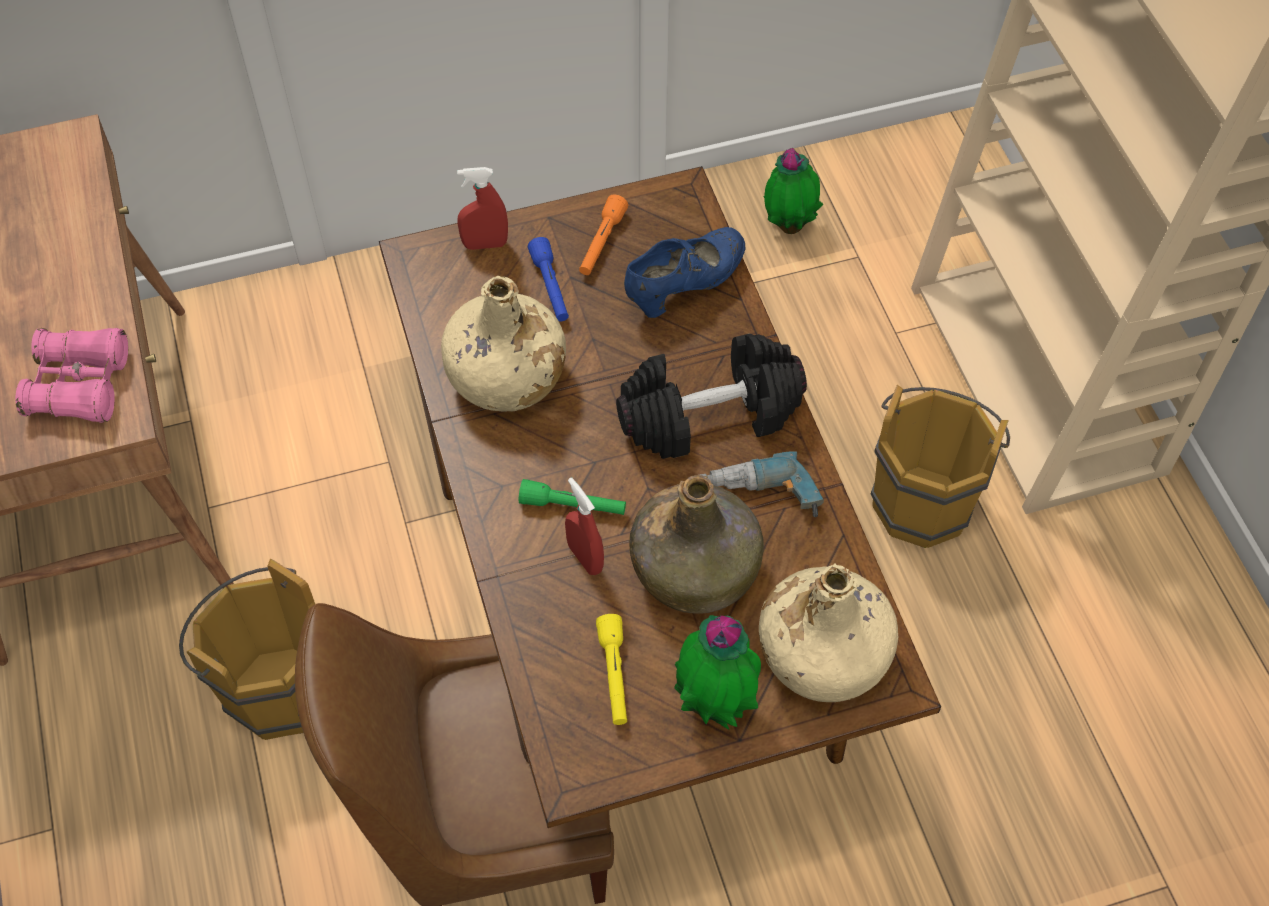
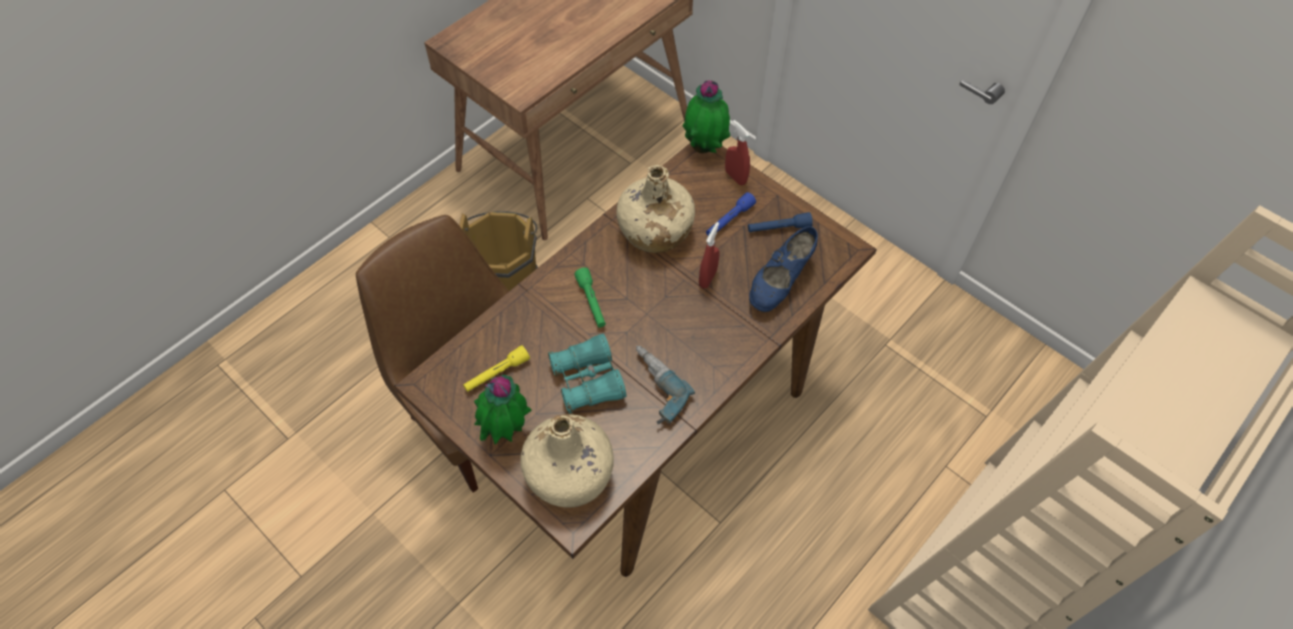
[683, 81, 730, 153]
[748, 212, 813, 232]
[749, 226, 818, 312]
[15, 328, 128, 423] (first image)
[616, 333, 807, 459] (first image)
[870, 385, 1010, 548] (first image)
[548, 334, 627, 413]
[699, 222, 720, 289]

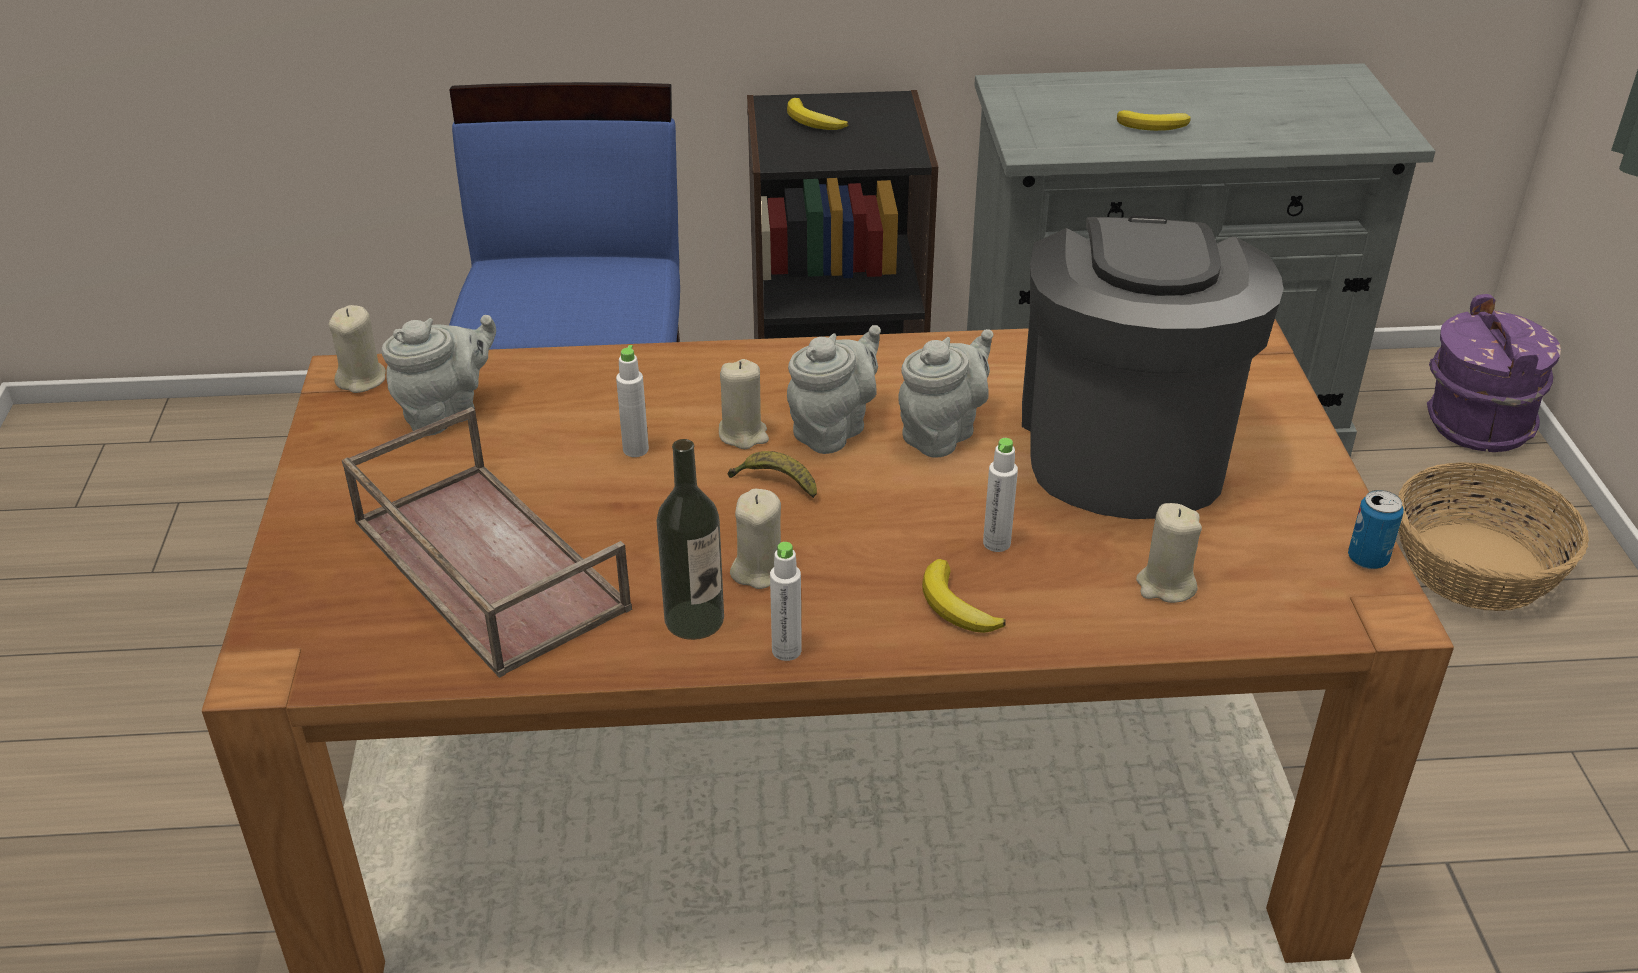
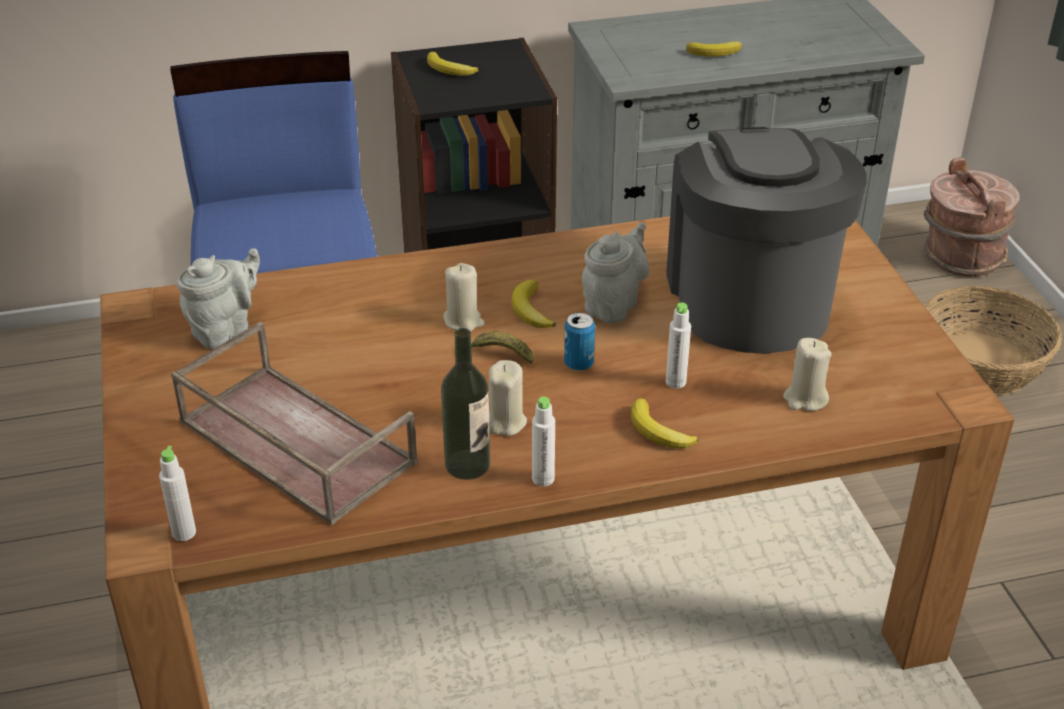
[924, 157, 1020, 277]
[329, 305, 386, 393] (first image)
[512, 280, 556, 328]
[159, 446, 196, 541]
[564, 312, 595, 371]

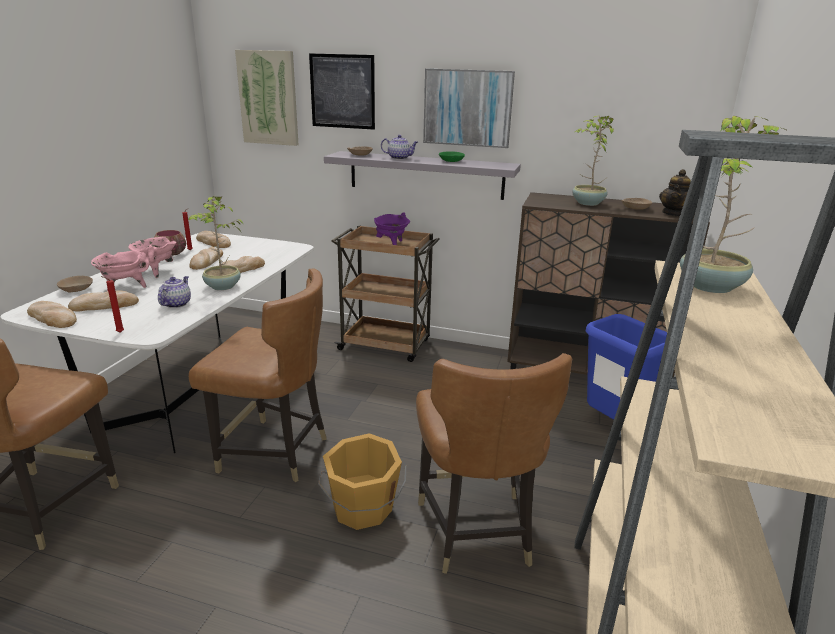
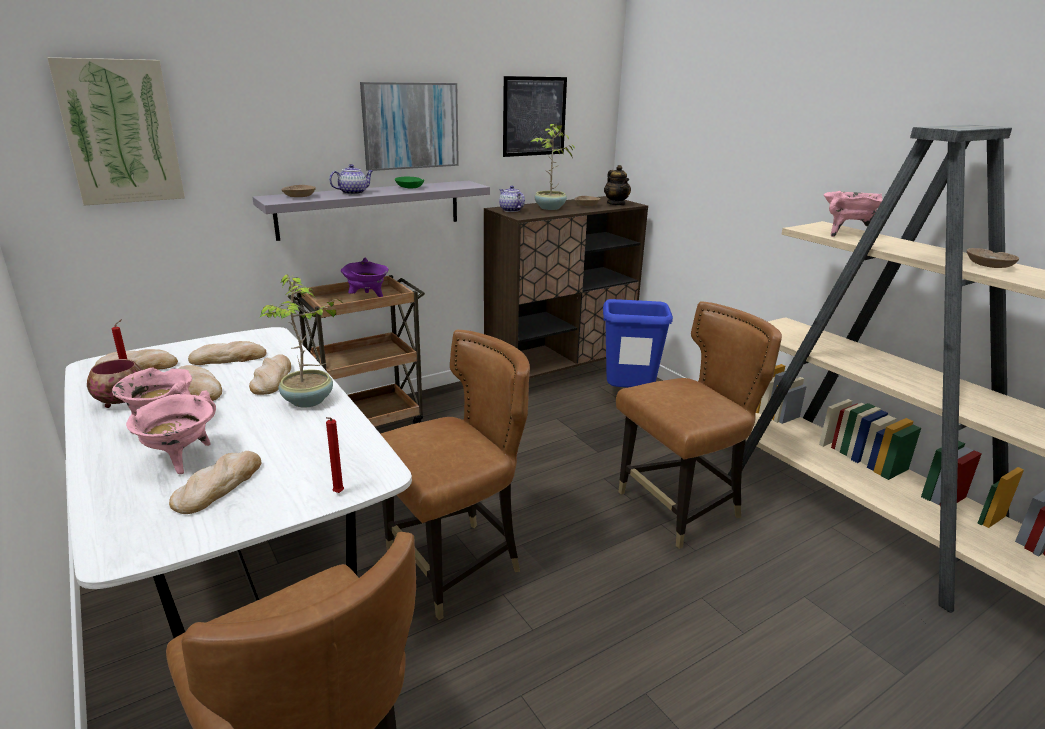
[503, 76, 567, 157]
[824, 191, 882, 237]
[967, 248, 1019, 268]
[499, 186, 525, 212]
[188, 341, 267, 365]
[616, 301, 782, 549]
[318, 433, 406, 530] (first image)

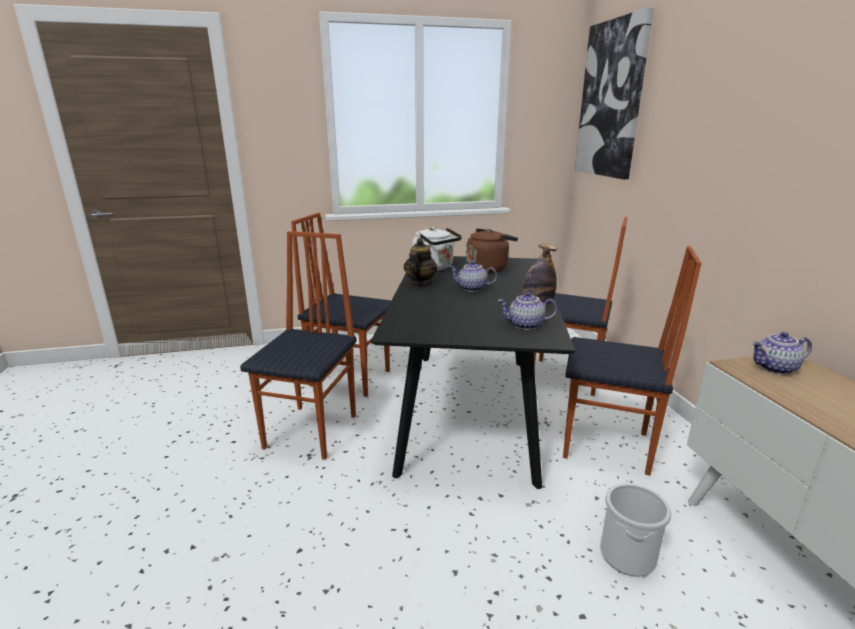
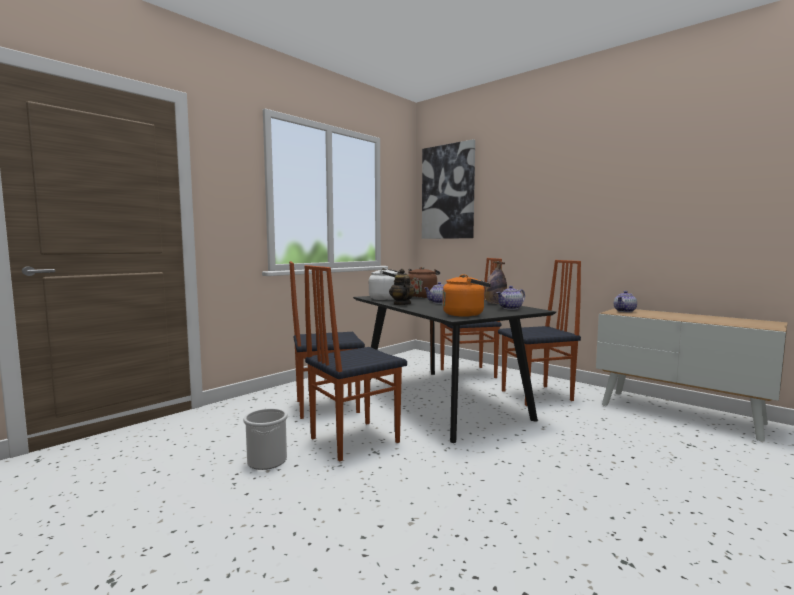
[304, 265, 407, 462]
[243, 408, 288, 470]
[442, 274, 491, 317]

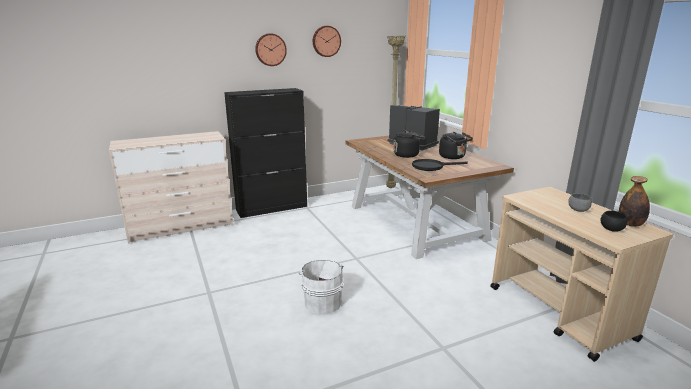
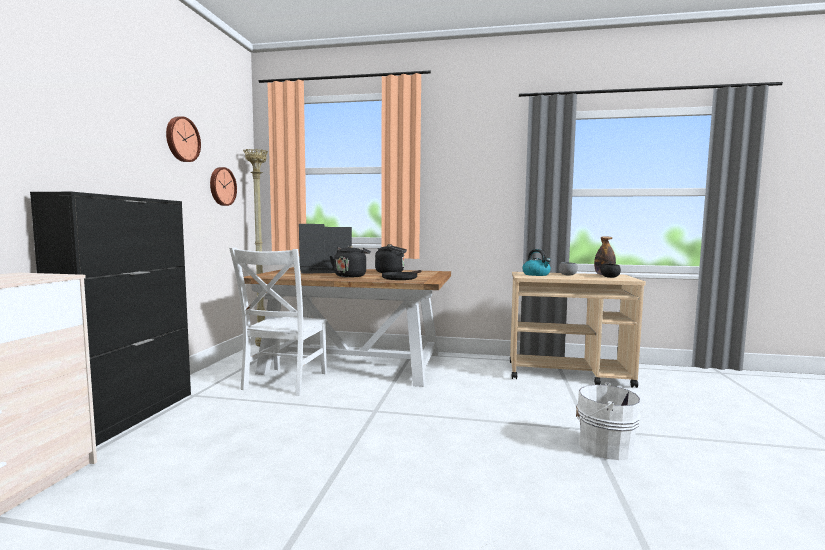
[210, 167, 237, 206]
[576, 382, 640, 460]
[229, 248, 327, 395]
[522, 249, 551, 276]

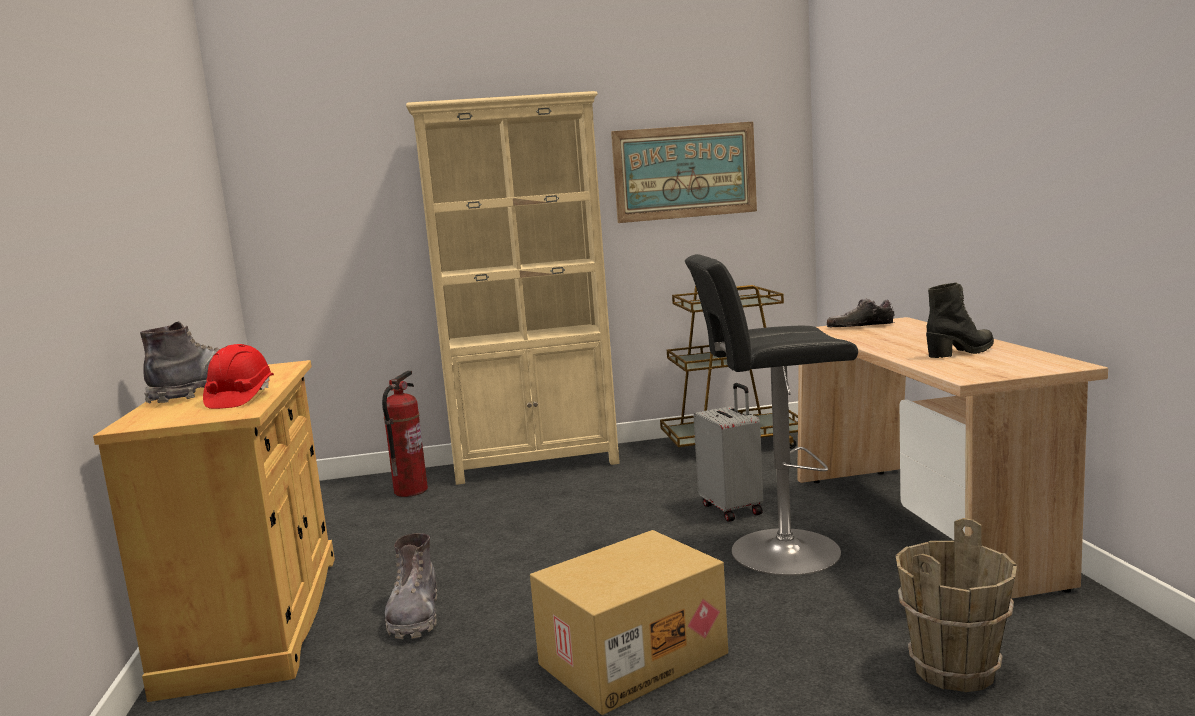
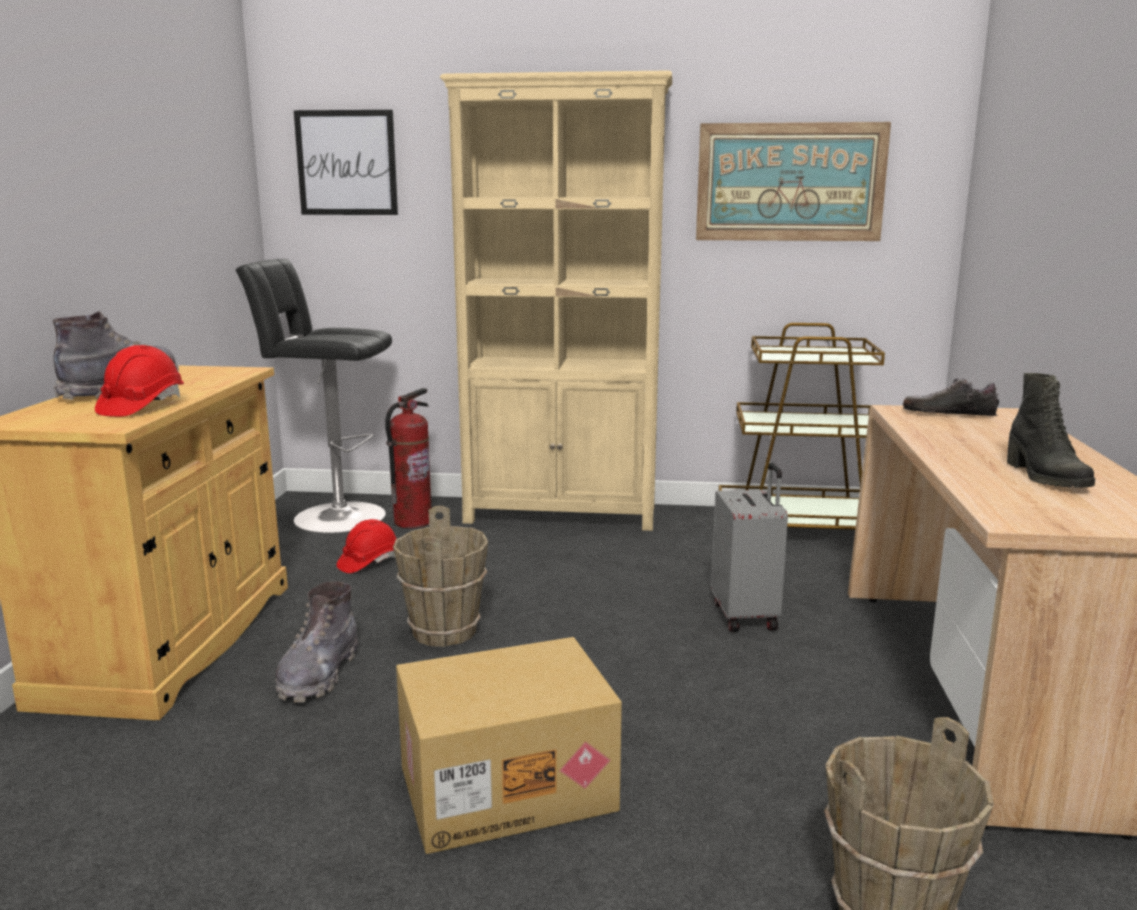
[235, 259, 392, 534]
[1007, 373, 1095, 488]
[294, 110, 398, 215]
[393, 506, 488, 647]
[337, 519, 397, 573]

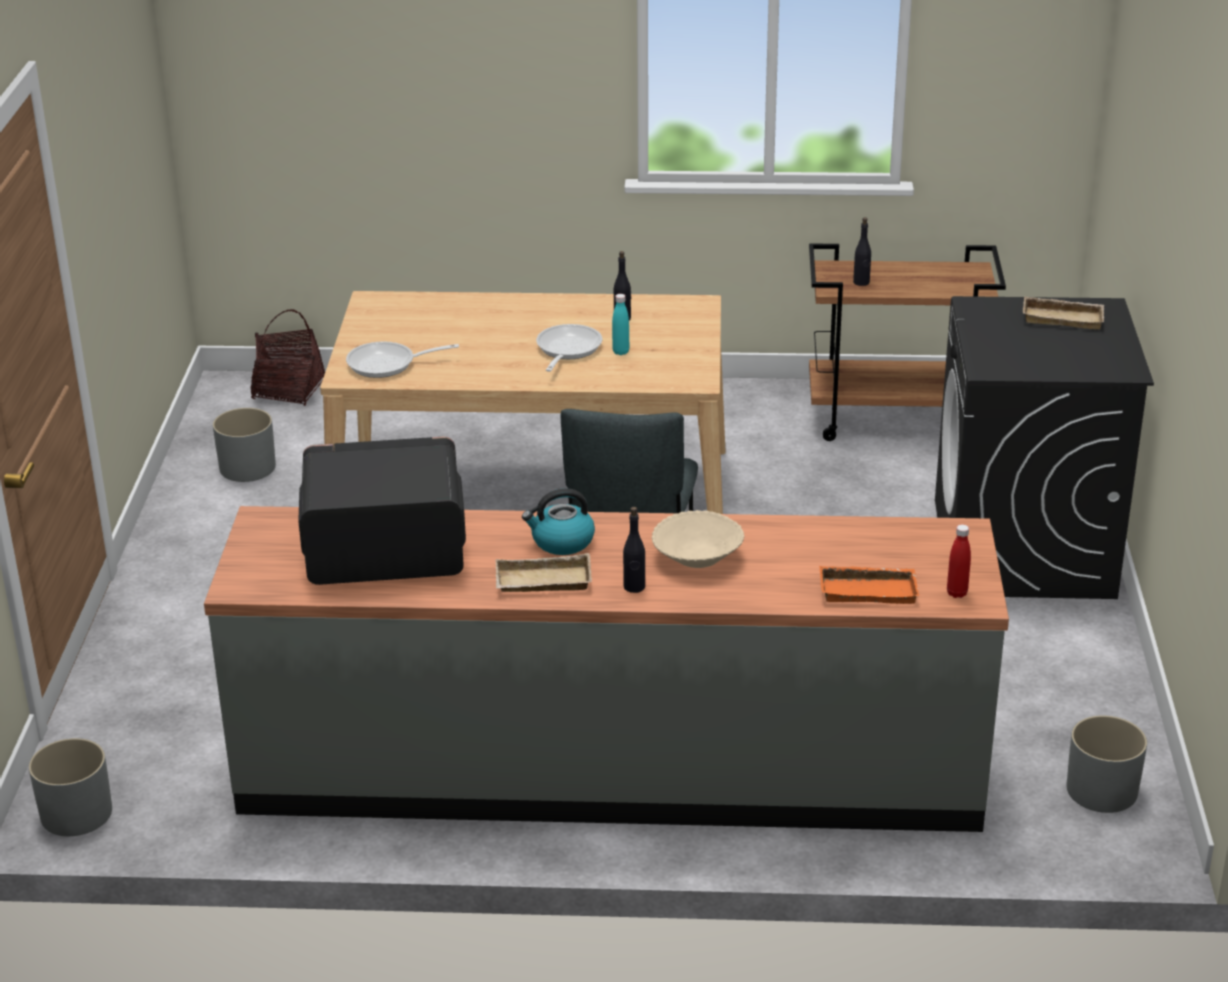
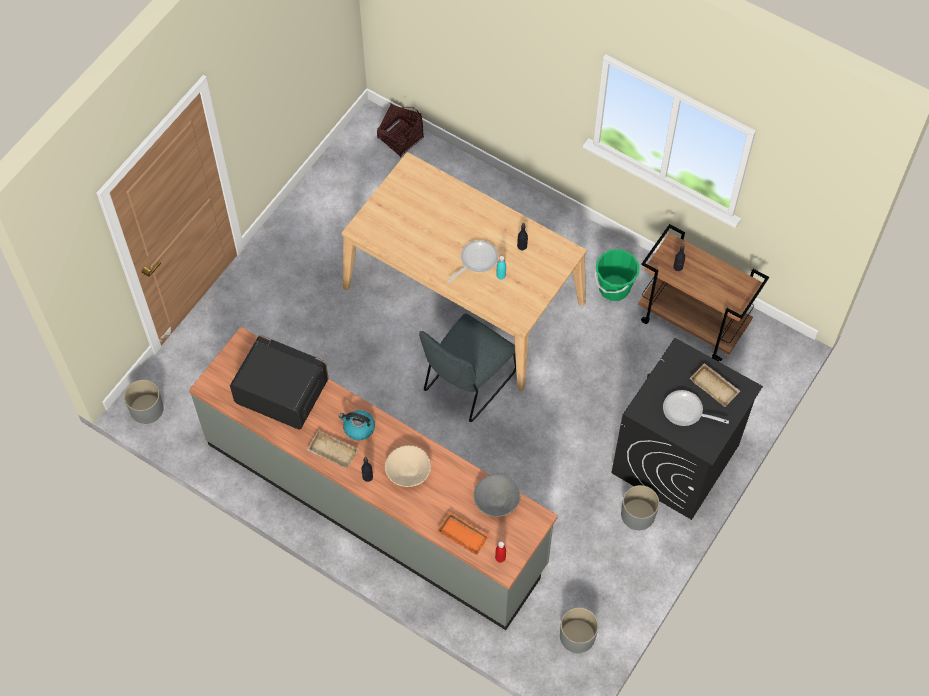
[663, 390, 729, 426]
[621, 485, 659, 530]
[595, 249, 639, 301]
[474, 474, 520, 517]

